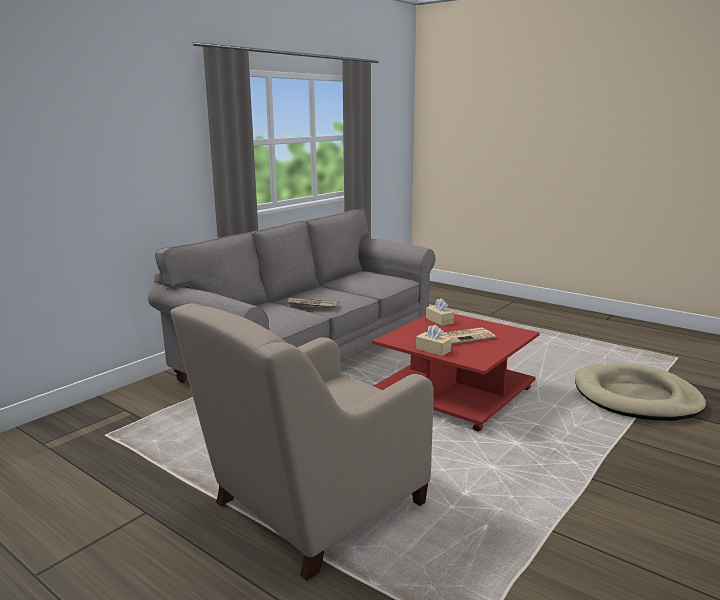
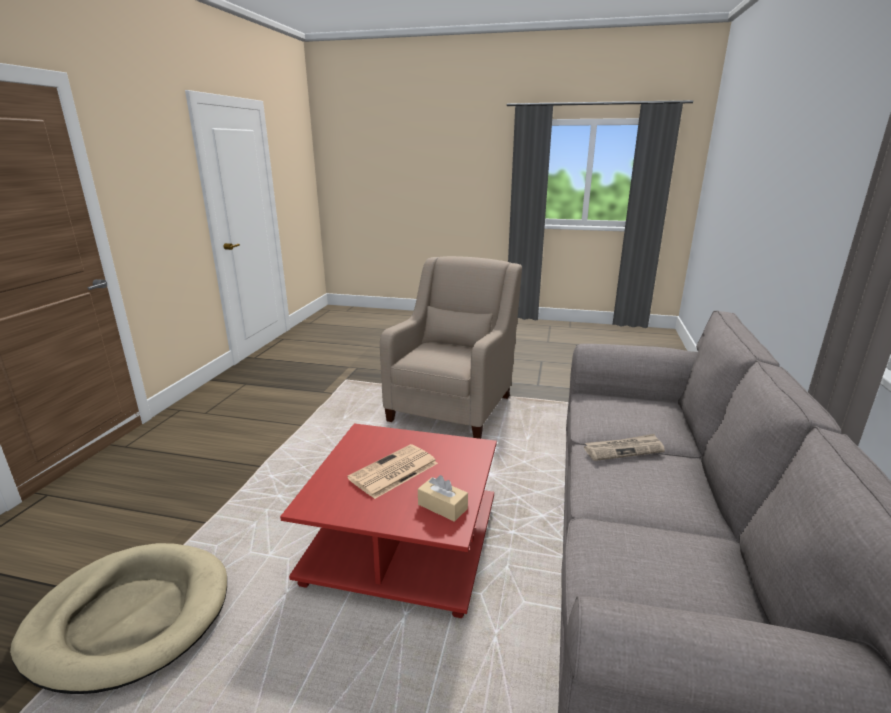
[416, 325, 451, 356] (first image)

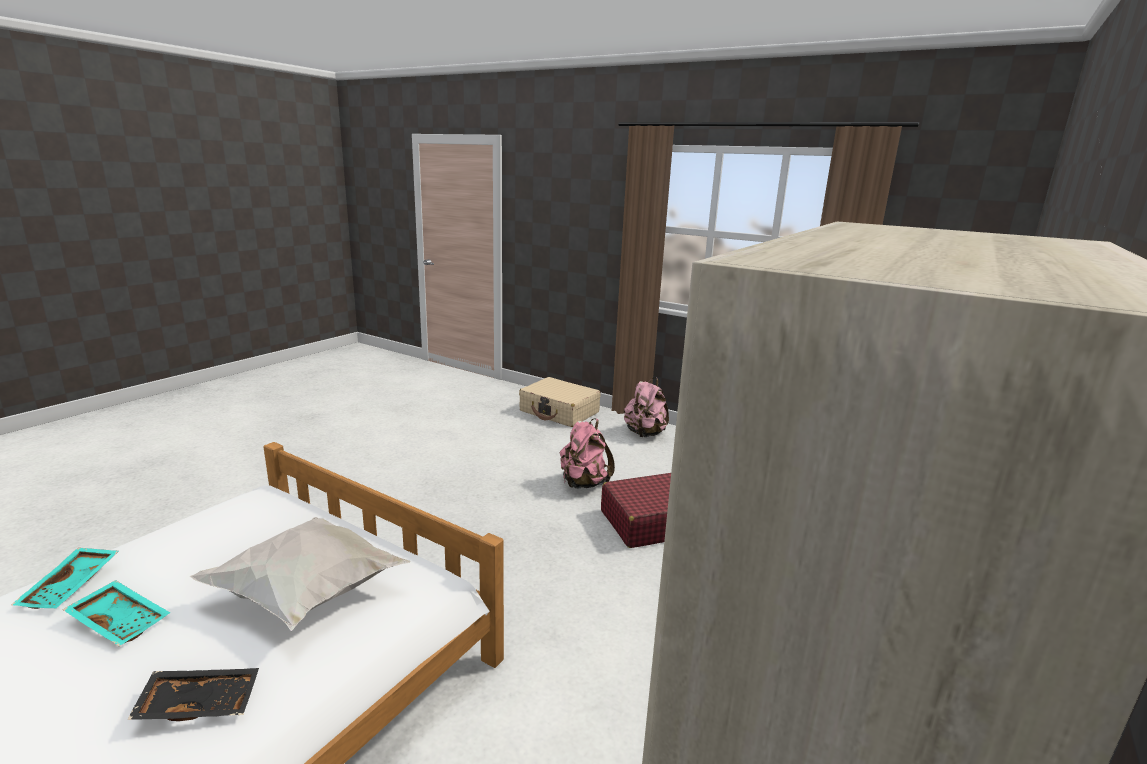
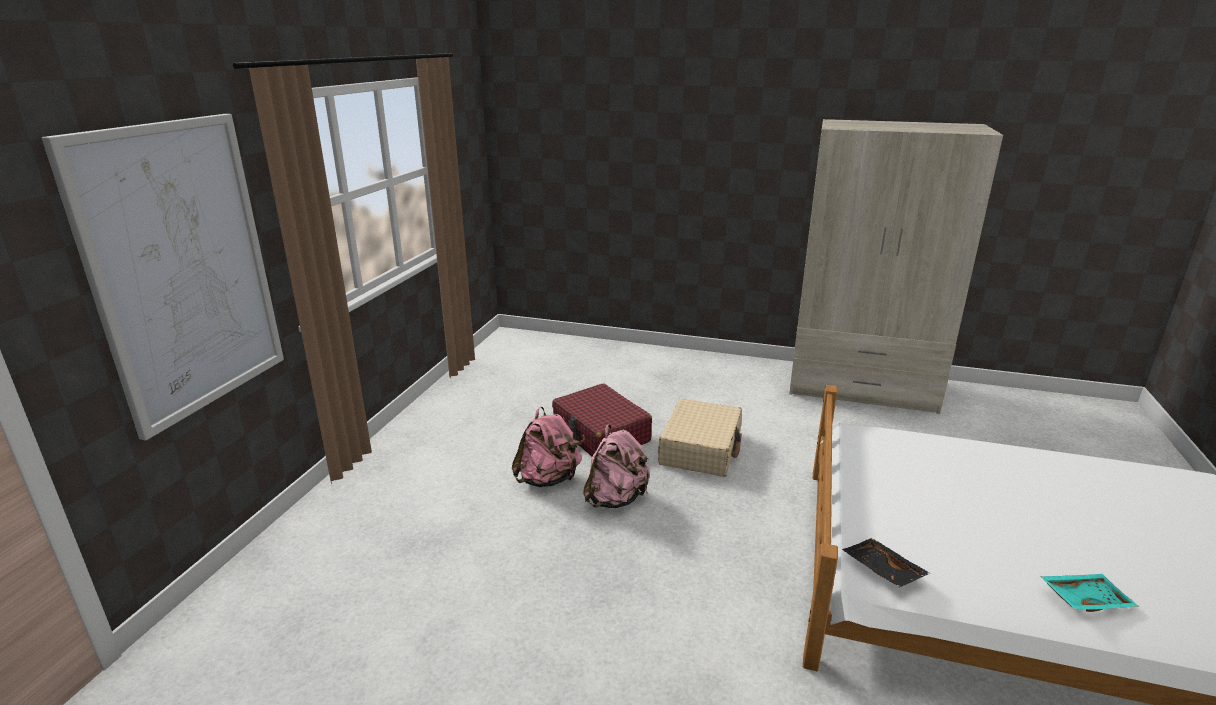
[658, 398, 742, 477]
[583, 424, 650, 508]
[190, 517, 410, 631] (first image)
[63, 580, 170, 646] (first image)
[842, 538, 930, 588]
[42, 114, 284, 441]

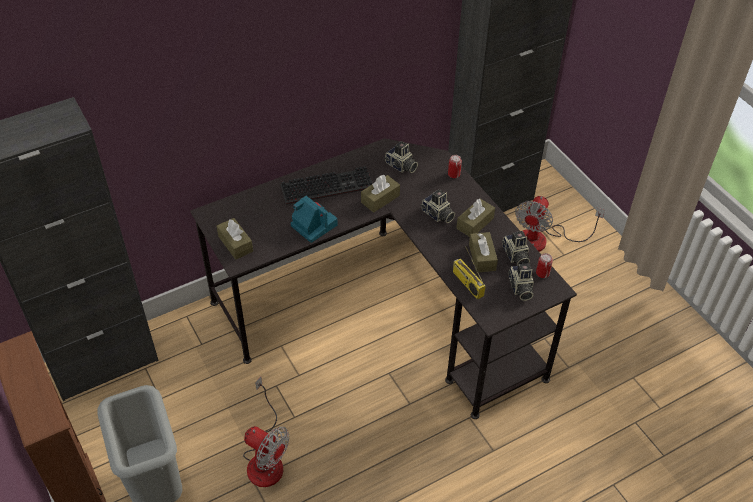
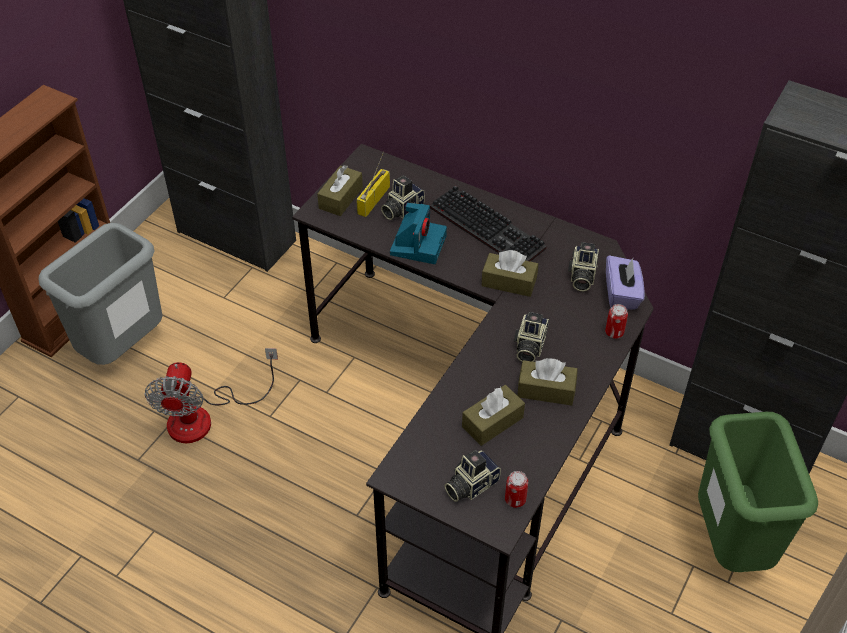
[698, 412, 818, 572]
[381, 175, 425, 220]
[356, 152, 390, 217]
[606, 256, 645, 309]

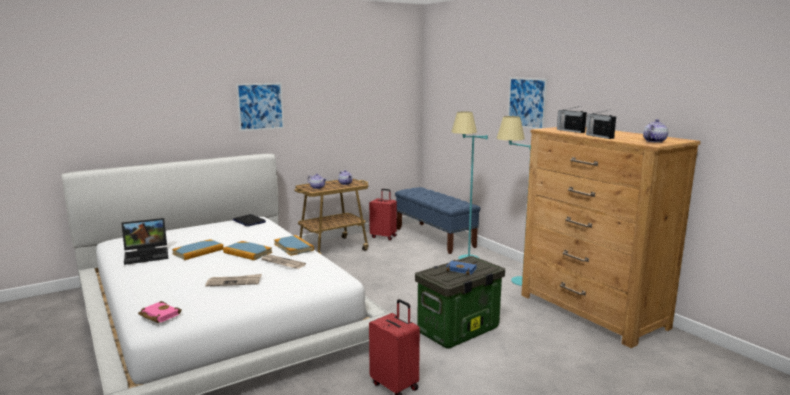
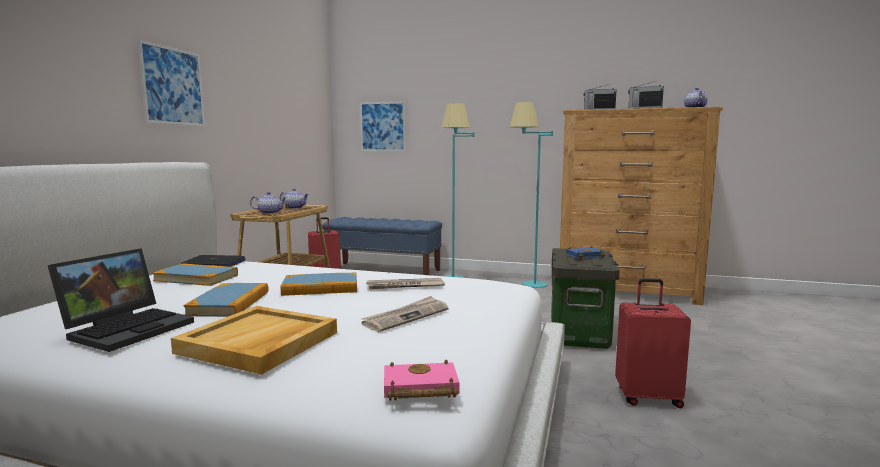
[360, 101, 406, 151]
[152, 264, 238, 286]
[171, 306, 337, 375]

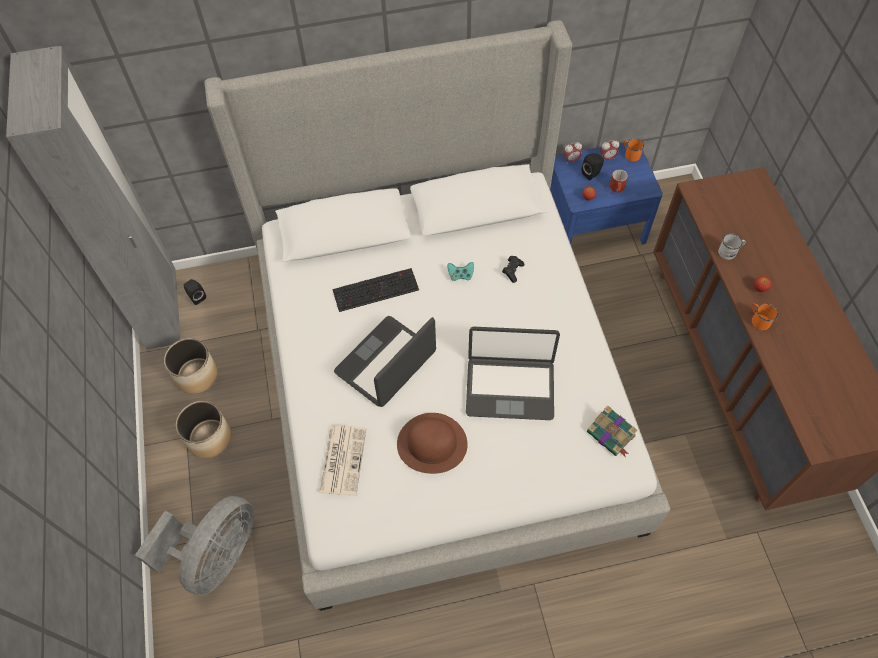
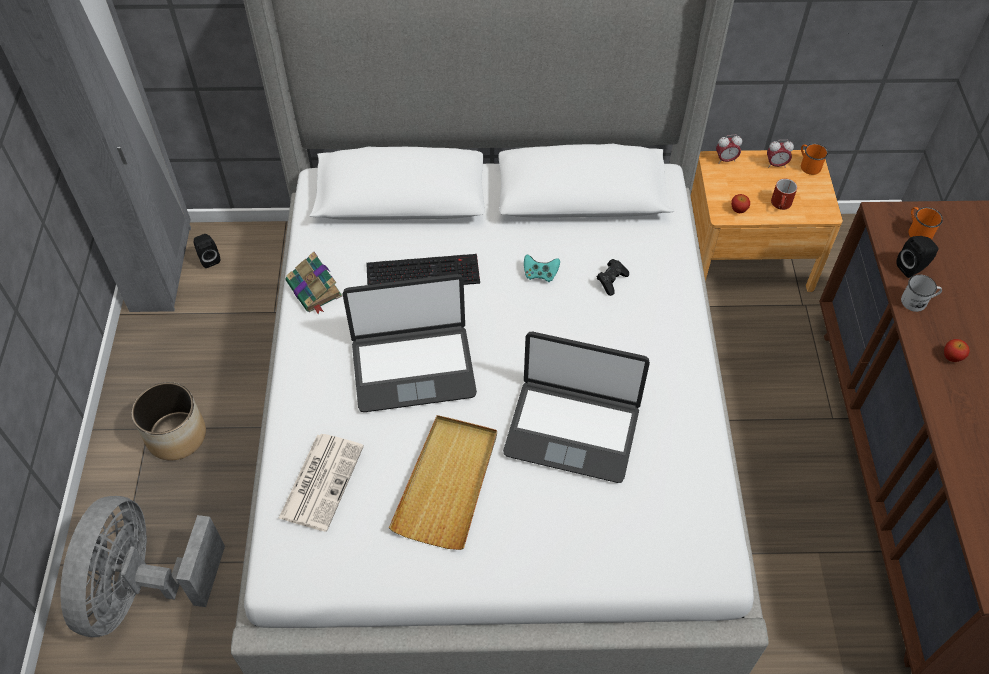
[691, 150, 843, 292]
[896, 236, 938, 278]
[908, 207, 943, 240]
[343, 274, 477, 412]
[164, 338, 218, 394] (first image)
[286, 252, 342, 314]
[389, 415, 497, 550]
[60, 496, 225, 637]

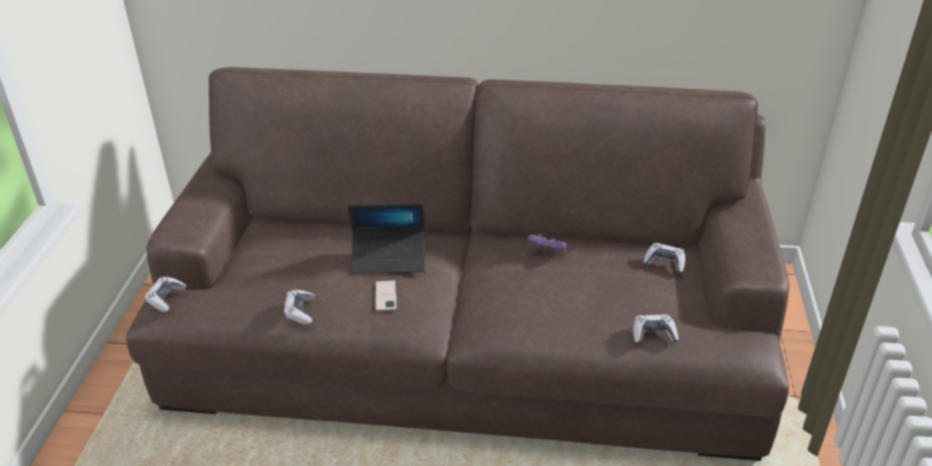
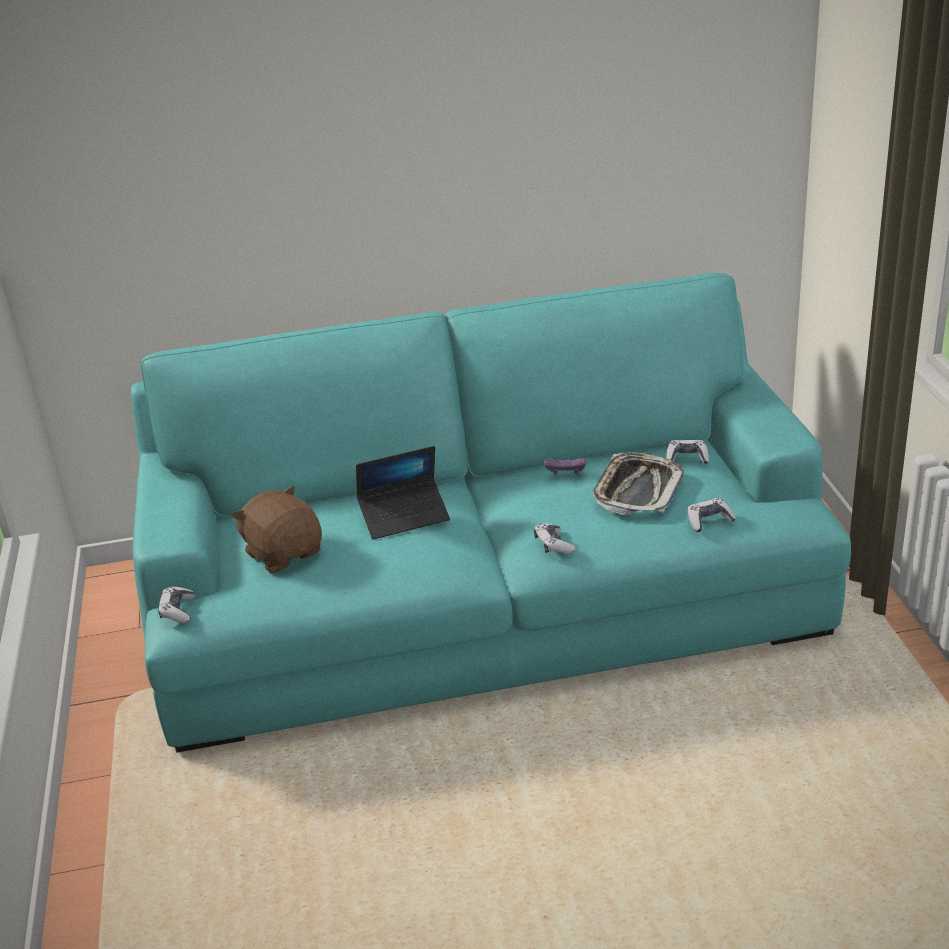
[131, 273, 851, 753]
[375, 280, 397, 311] (first image)
[534, 523, 575, 554]
[593, 452, 684, 515]
[231, 486, 322, 574]

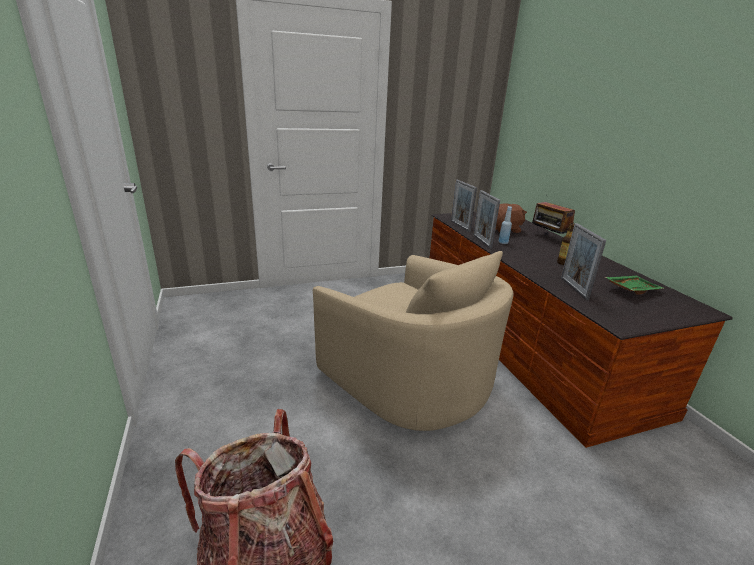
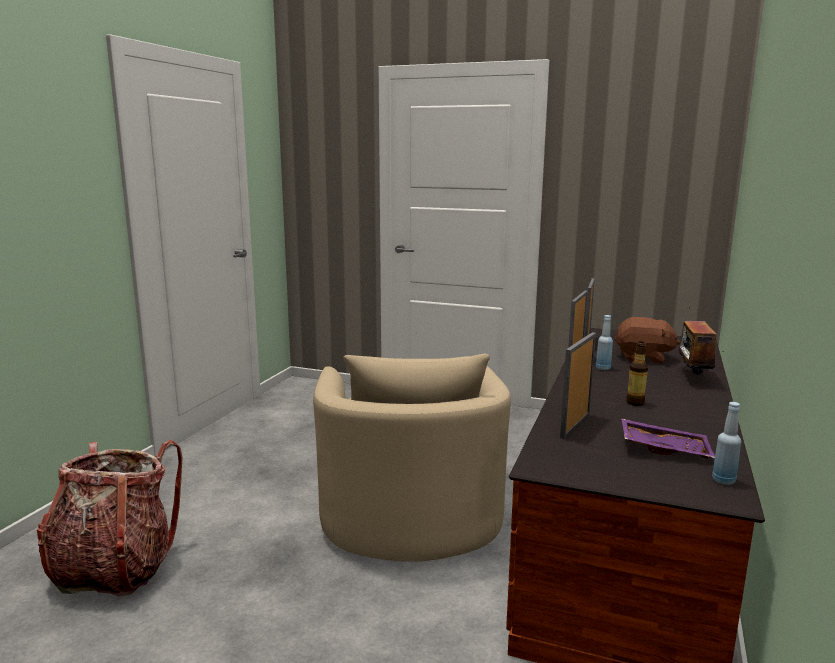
[621, 418, 715, 459]
[712, 402, 741, 485]

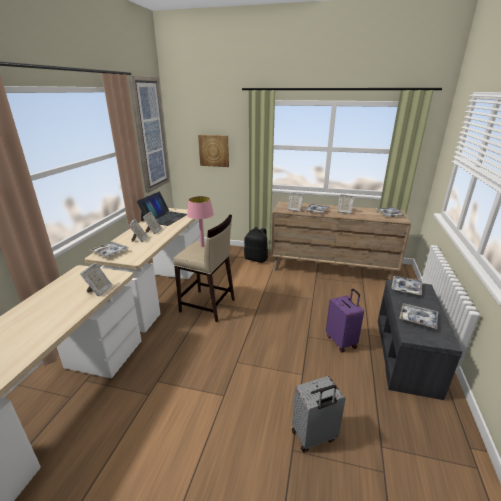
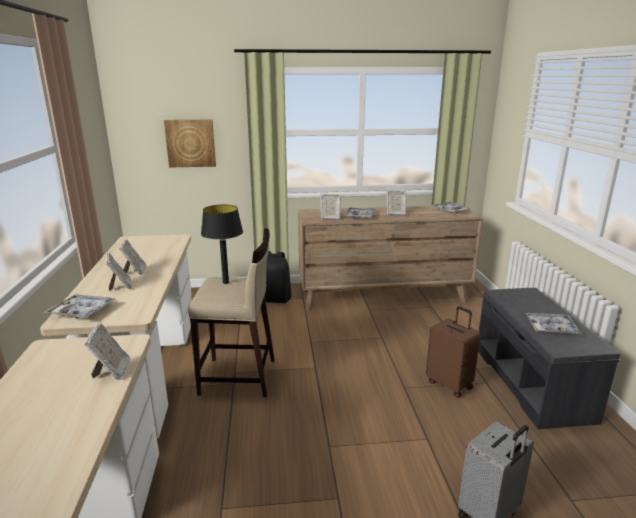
[129, 76, 170, 193] (first image)
[137, 192, 187, 226] (first image)
[201, 205, 243, 284]
[391, 276, 422, 295] (first image)
[426, 306, 481, 398]

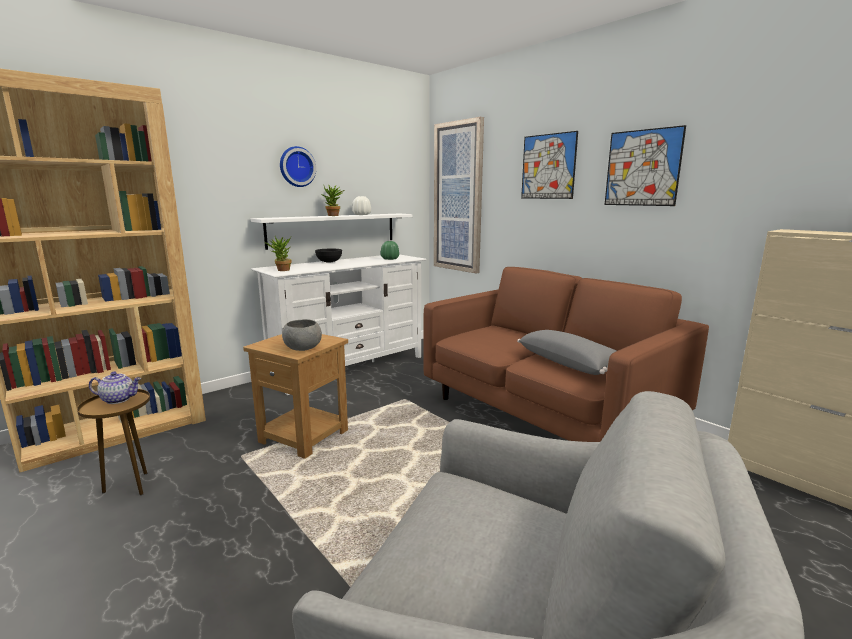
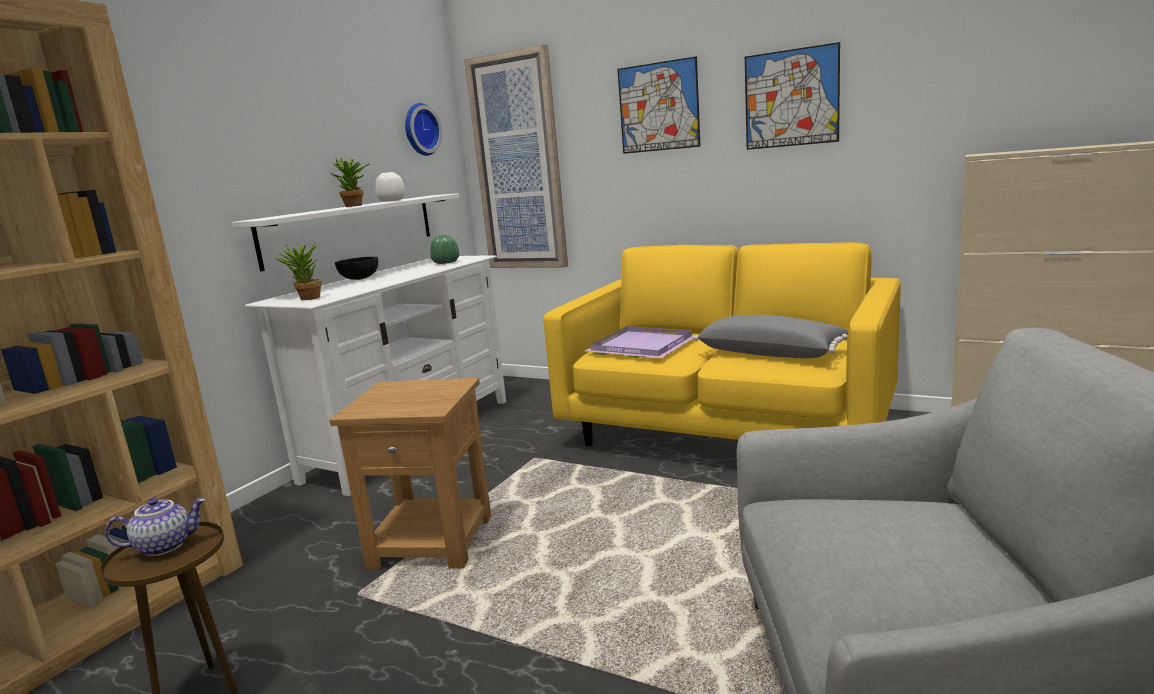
[405, 103, 442, 156]
[543, 242, 901, 446]
[282, 319, 322, 351] (first image)
[585, 326, 695, 358]

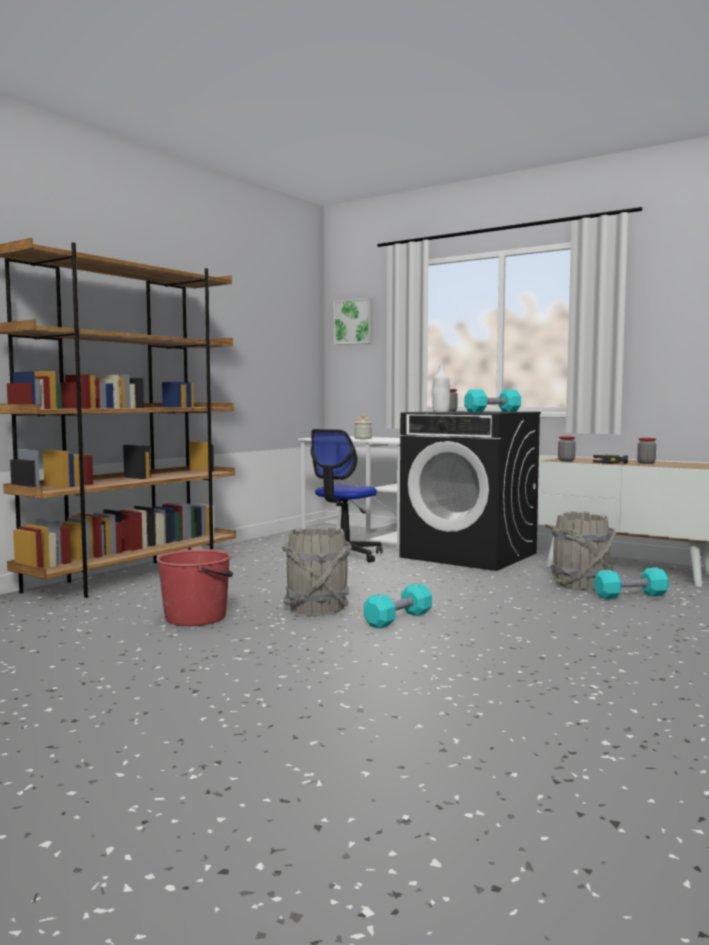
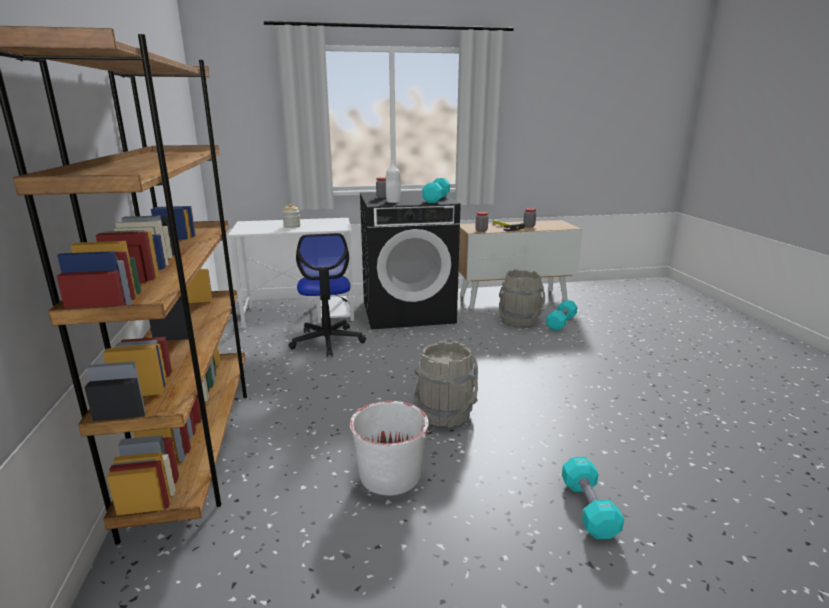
[334, 298, 373, 345] (first image)
[350, 401, 432, 495]
[562, 457, 624, 539]

